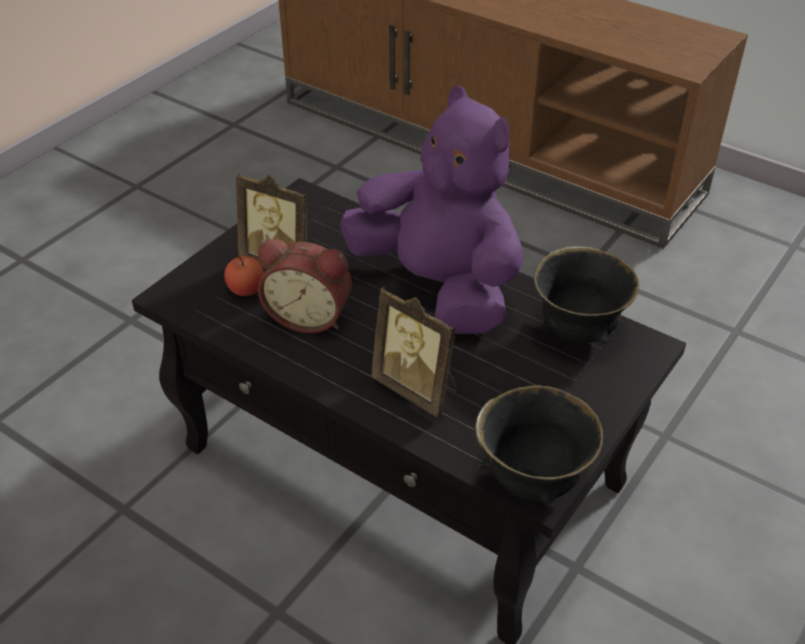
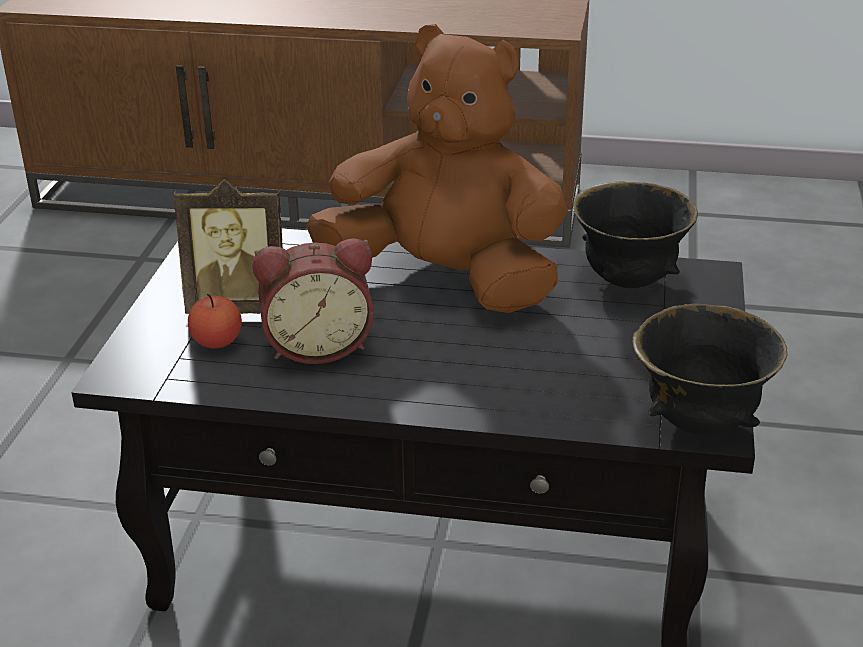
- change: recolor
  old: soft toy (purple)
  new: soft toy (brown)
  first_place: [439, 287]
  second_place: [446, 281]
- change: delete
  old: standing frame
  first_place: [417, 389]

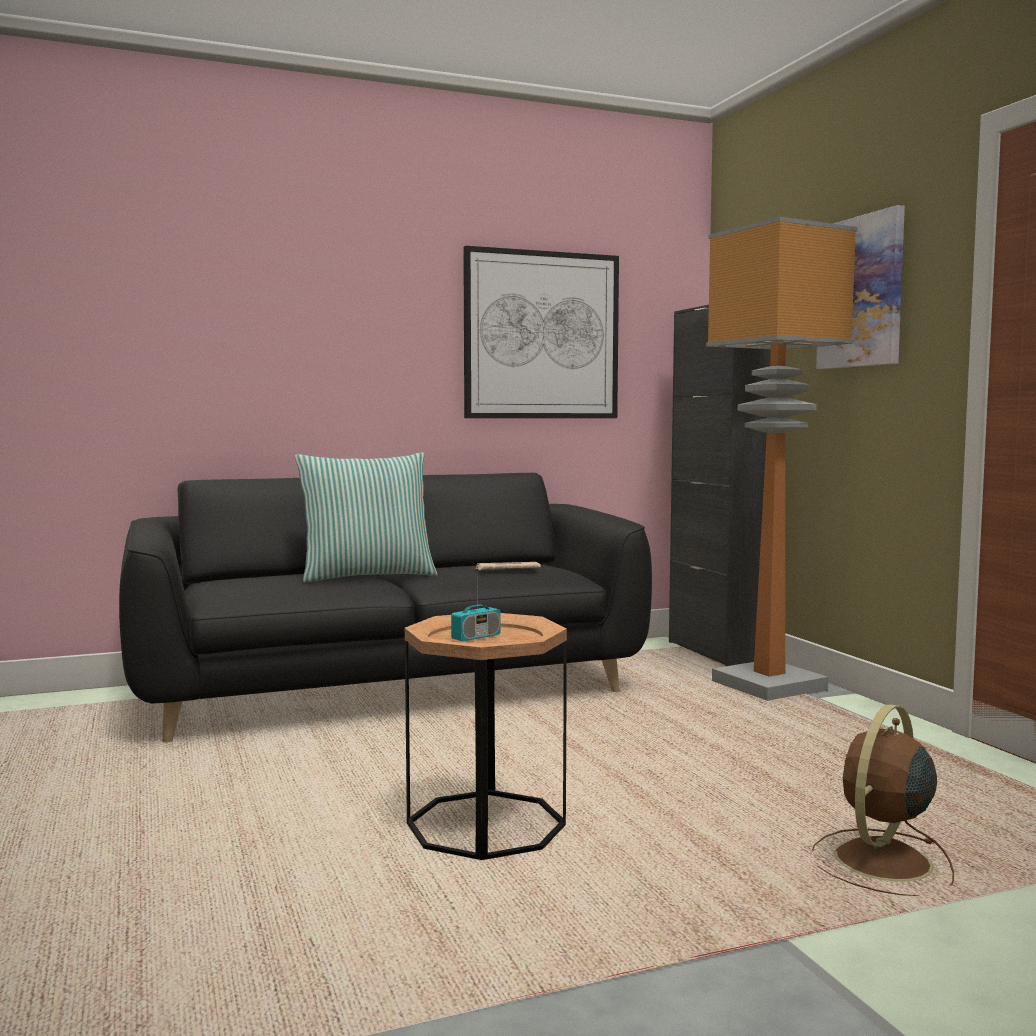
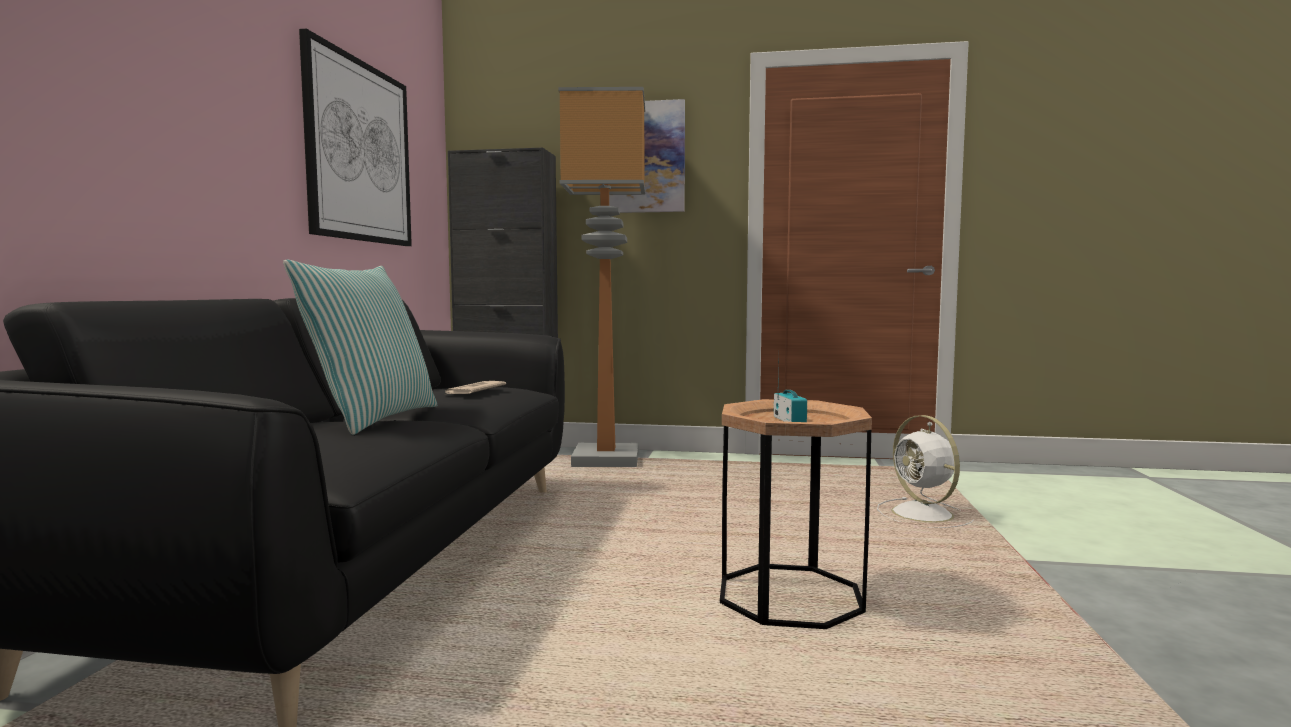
- change: recolor
  old: fan (brown)
  new: fan (whitish)
  first_place: [881, 863]
  second_place: [924, 515]

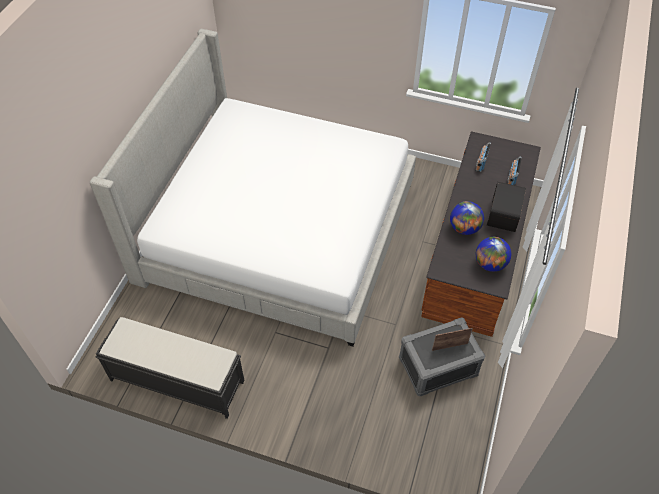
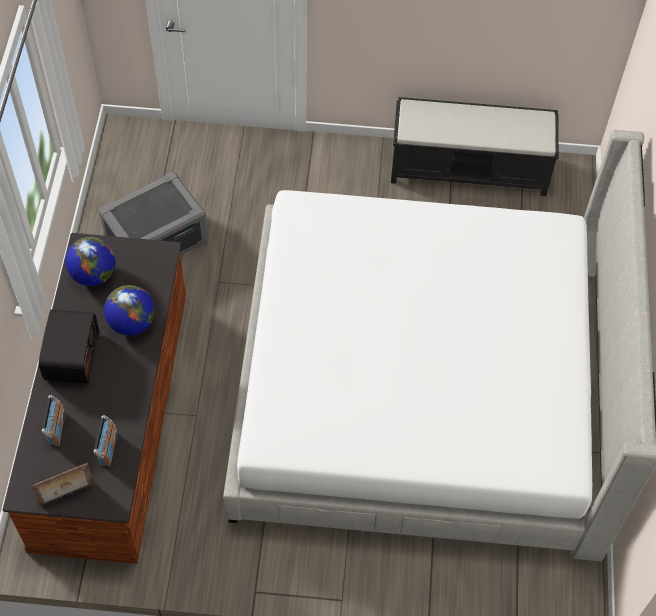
- change: move
  old: standing frame
  first_place: [449, 346]
  second_place: [67, 494]

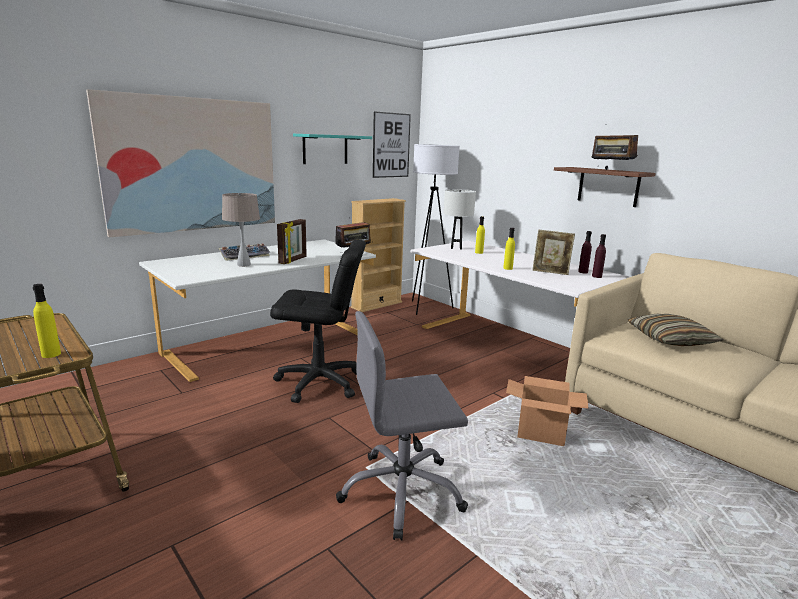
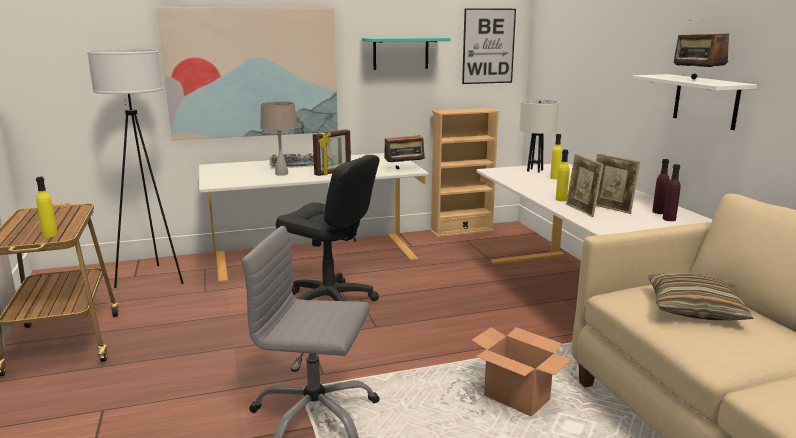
- change: move
  old: standing lamp (whitish)
  first_place: [428, 308]
  second_place: [153, 279]
- change: recolor
  old: wall shelf (brown)
  new: wall shelf (whitish)
  first_place: [608, 186]
  second_place: [705, 101]
- change: insert
  new: standing frame
  second_place: [581, 210]

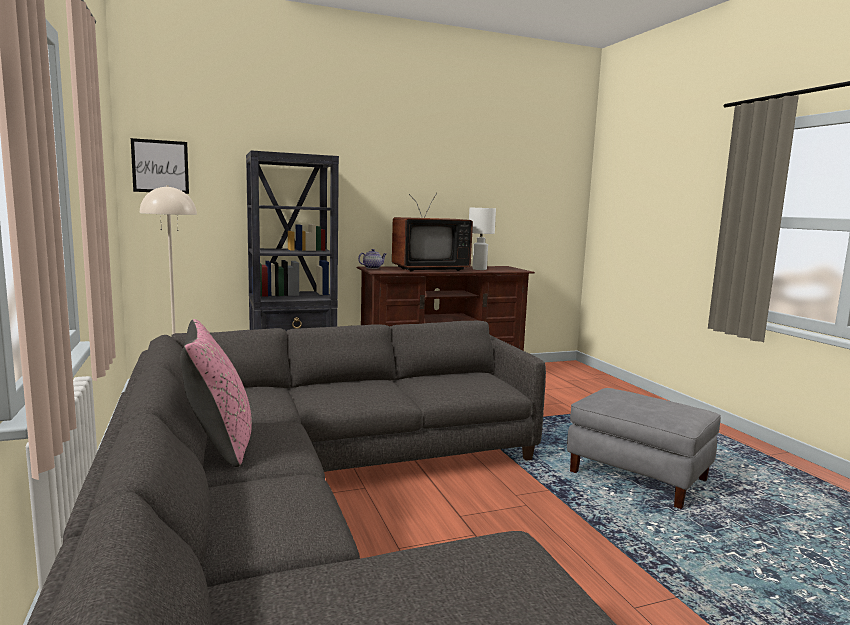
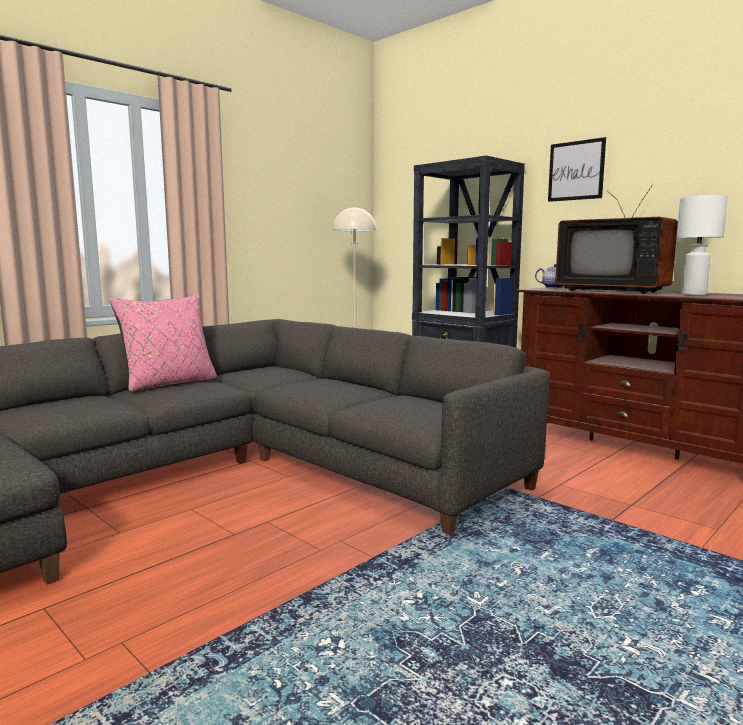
- change: move
  old: wall art
  first_place: [160, 166]
  second_place: [576, 170]
- change: delete
  old: ottoman (grey)
  first_place: [638, 476]

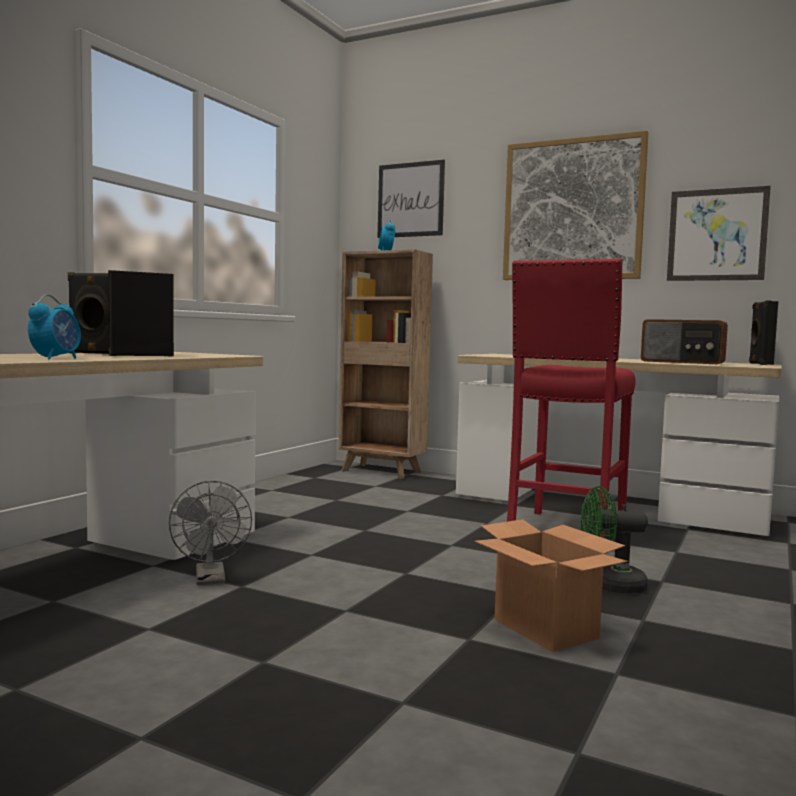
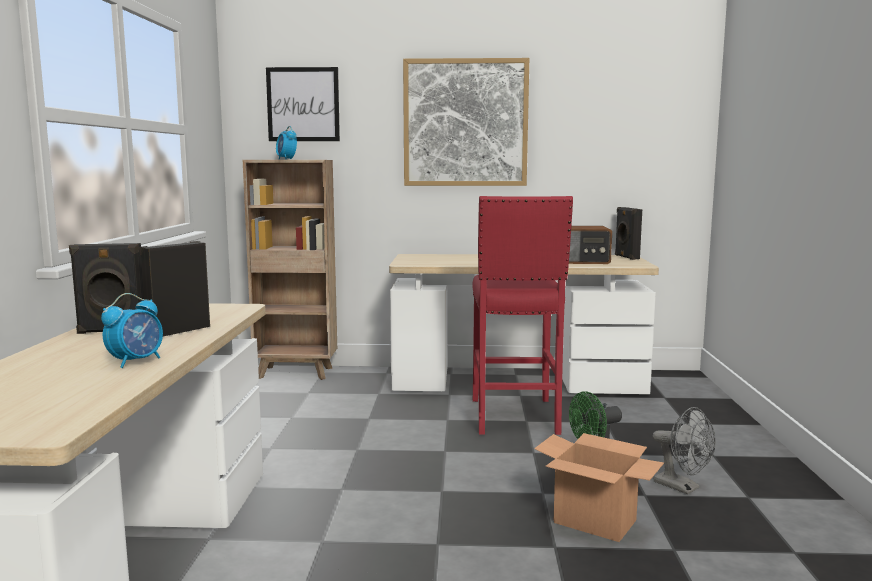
- change: rotate
  old: bedside clock
  first_place: [56, 358]
  second_place: [136, 361]
  degrees: 45
- change: move
  old: fan (grey)
  first_place: [211, 580]
  second_place: [682, 487]
- change: delete
  old: wall art
  first_place: [717, 235]

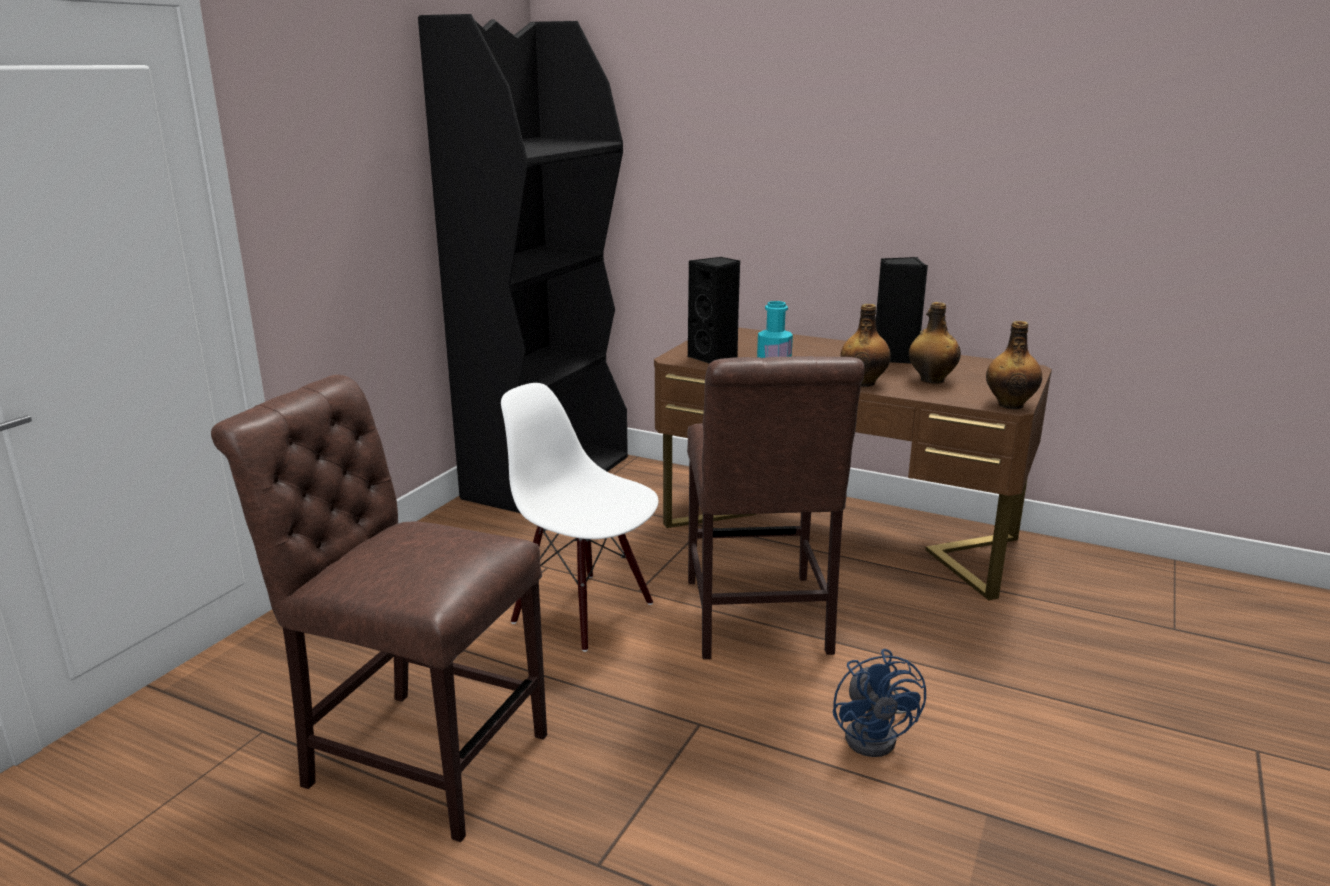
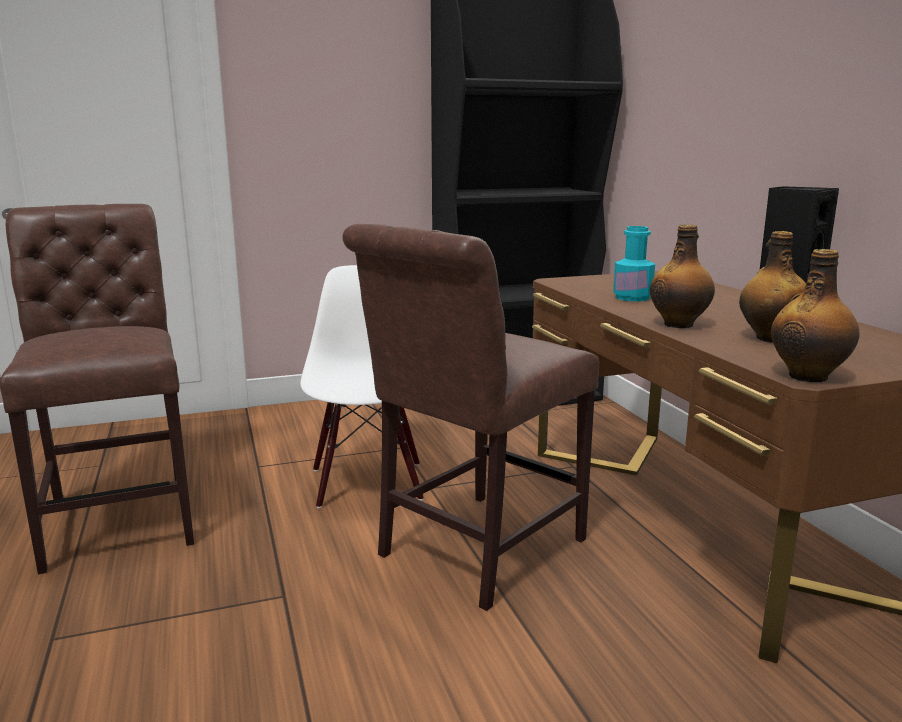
- change: delete
  old: speaker (black)
  first_place: [714, 358]
- change: delete
  old: fan (blue)
  first_place: [876, 735]

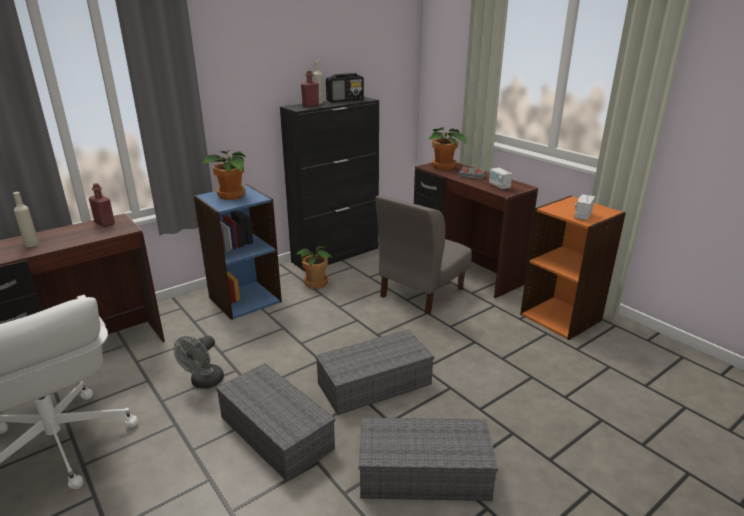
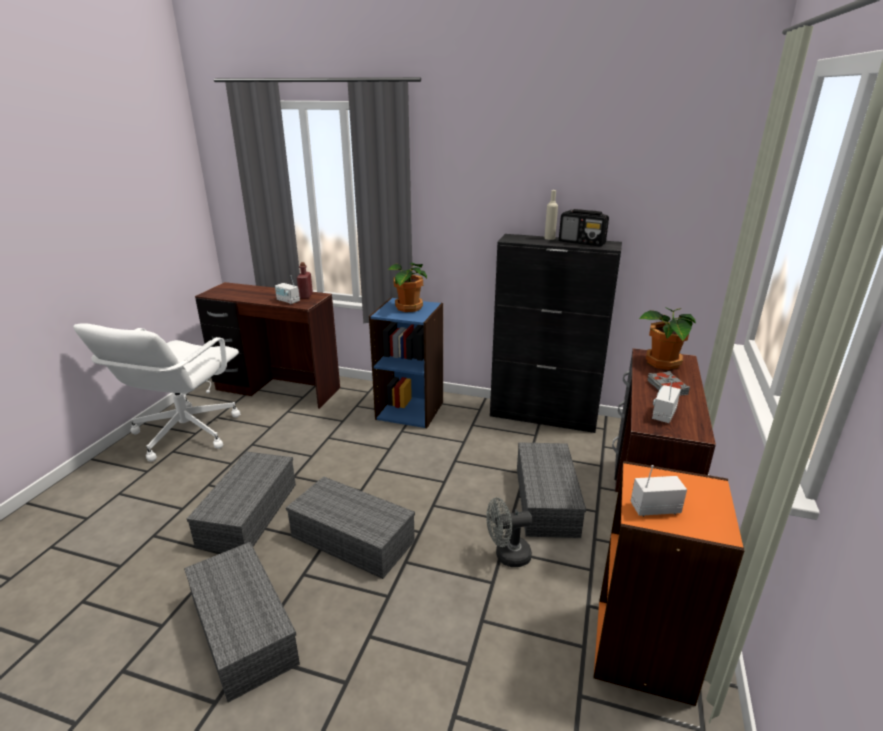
- change: delete
  old: drink bottle (beige)
  first_place: [31, 244]
- change: move
  old: fan (grey)
  first_place: [204, 382]
  second_place: [507, 556]
- change: delete
  old: plant in a pot
  first_place: [315, 283]
- change: delete
  old: drink bottle (reddish)
  first_place: [310, 106]
- change: replace
  old: upright chair (grey)
  new: storage container (grey)
  first_place: [421, 292]
  second_place: [544, 499]
- change: insert
  new: radio set
  second_place: [288, 301]

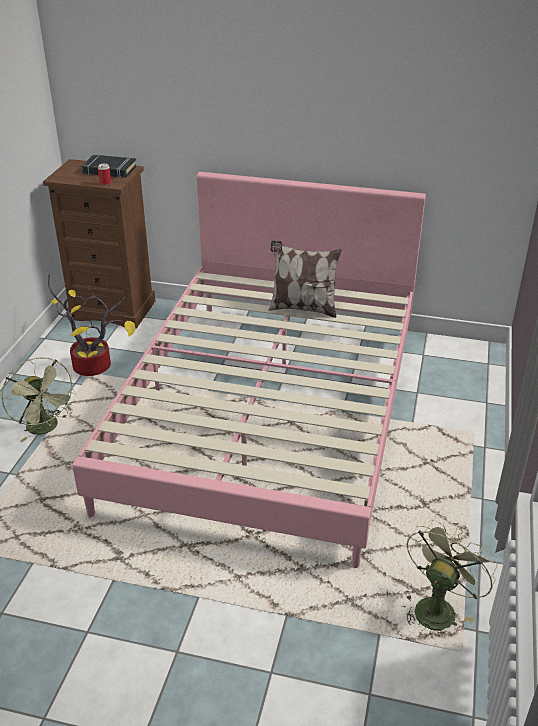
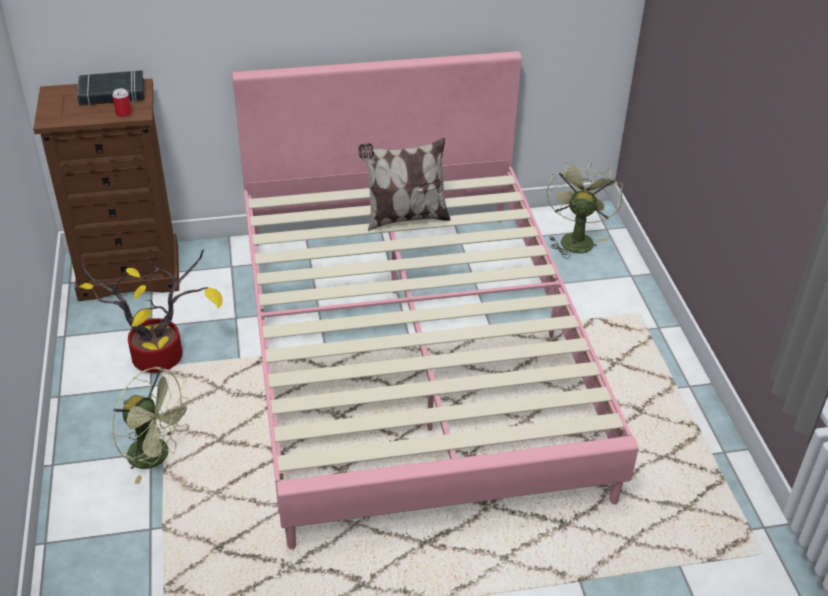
- change: move
  old: fan (green)
  first_place: [437, 607]
  second_place: [576, 239]

